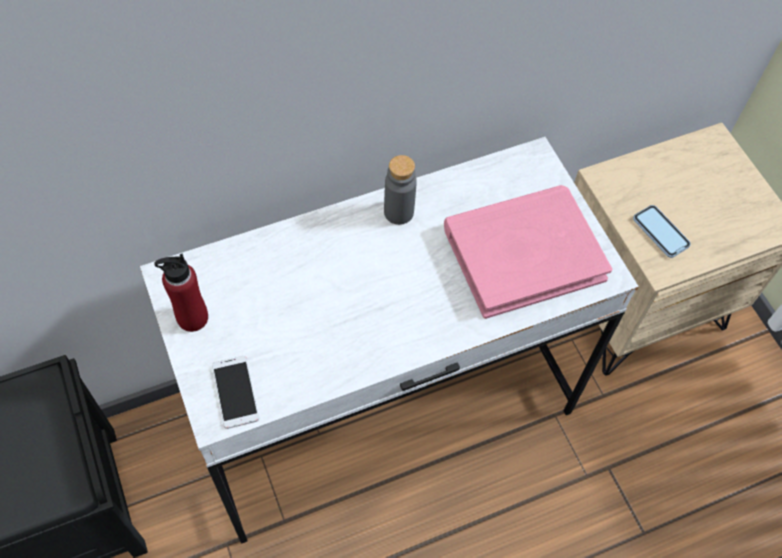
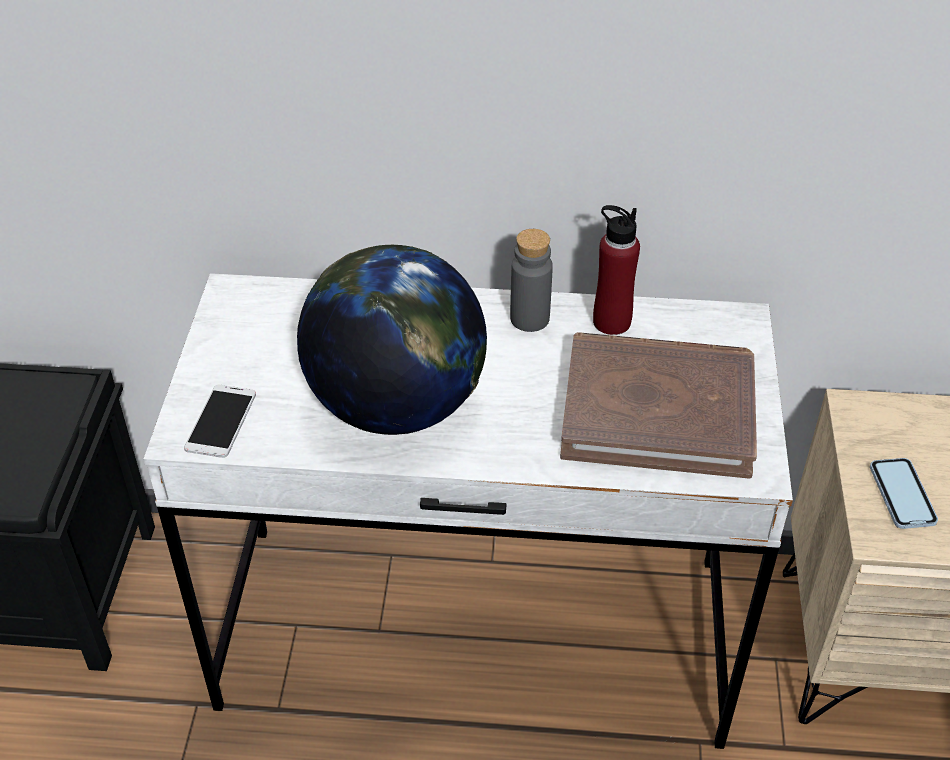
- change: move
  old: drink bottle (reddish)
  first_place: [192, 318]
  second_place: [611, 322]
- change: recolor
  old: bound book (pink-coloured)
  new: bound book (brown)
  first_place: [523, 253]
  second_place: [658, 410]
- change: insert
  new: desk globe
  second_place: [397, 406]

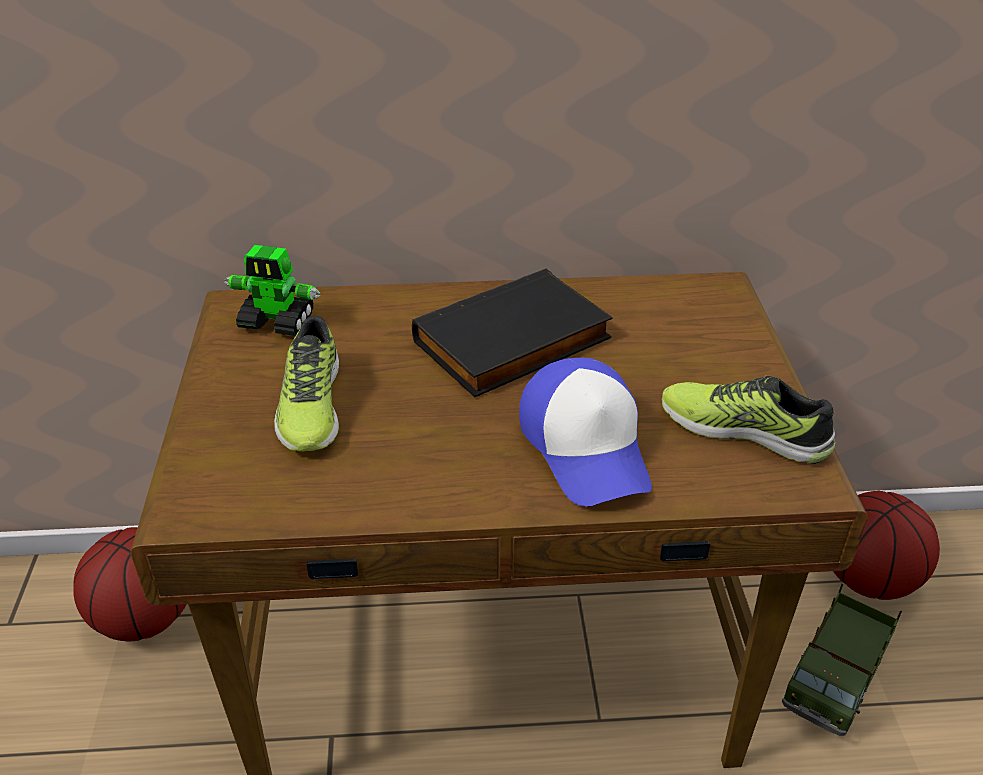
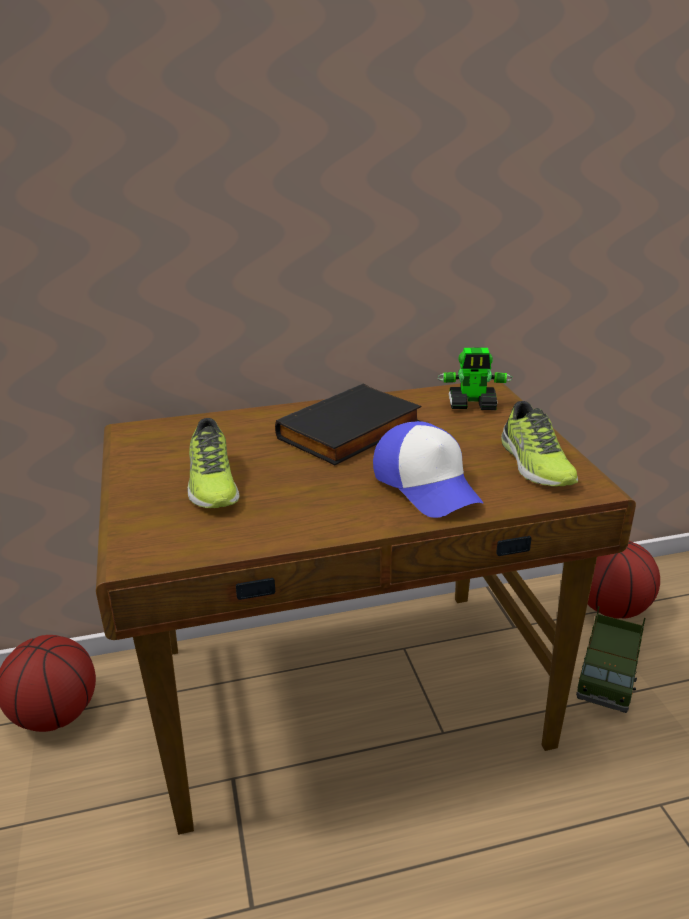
- change: move
  old: model robot
  first_place: [277, 322]
  second_place: [472, 405]
- change: rotate
  old: low shoe
  first_place: [744, 430]
  second_place: [534, 464]
  degrees: -120

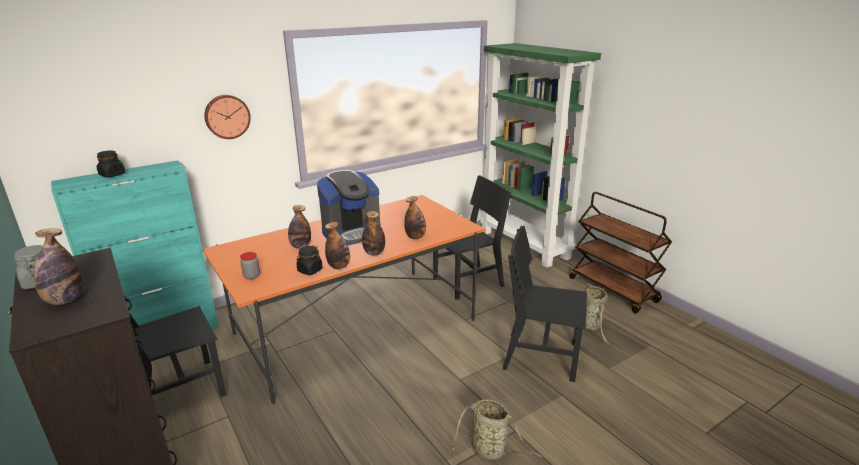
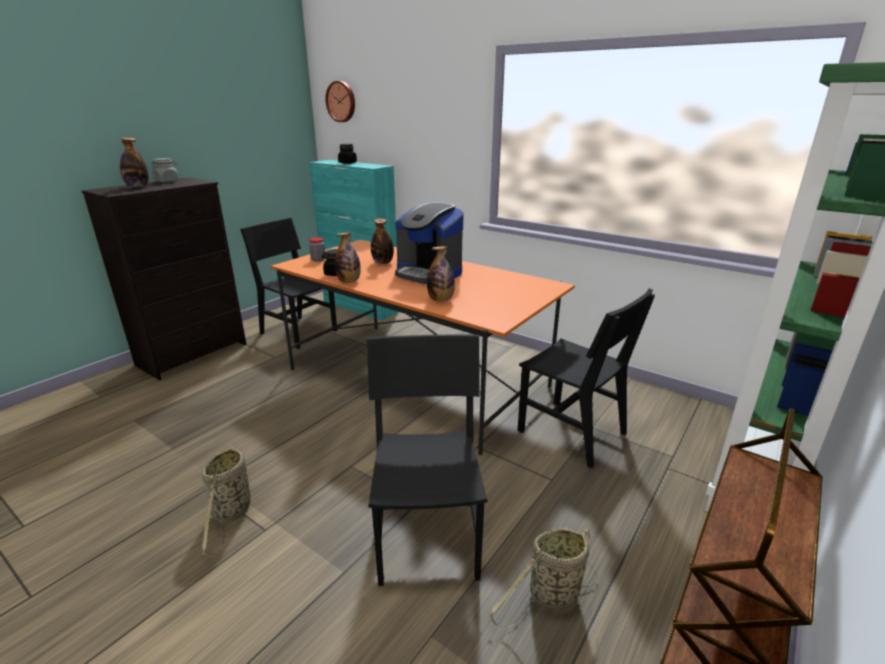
- change: move
  old: clock on the wall
  first_place: [227, 116]
  second_place: [341, 101]
- change: delete
  old: drink bottle
  first_place: [374, 253]

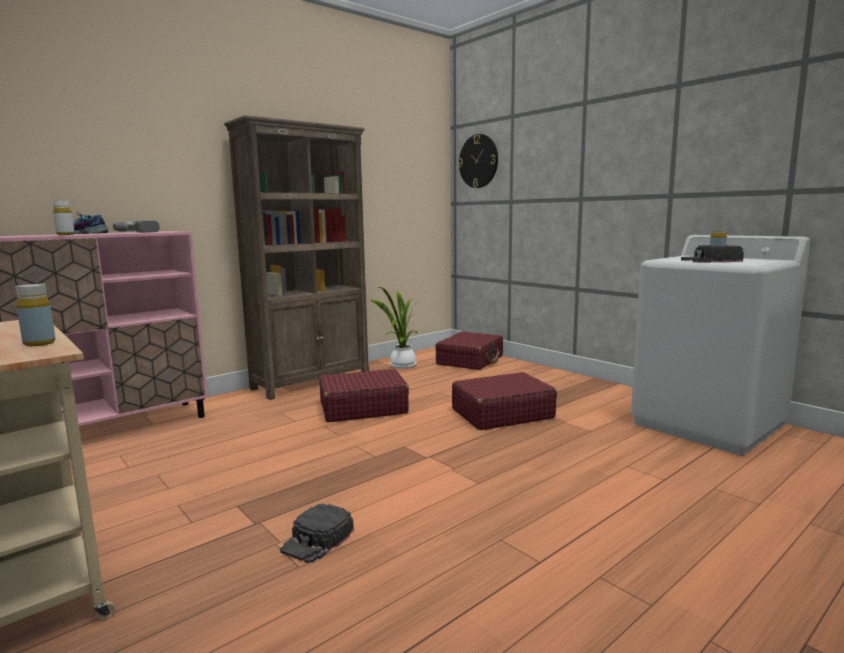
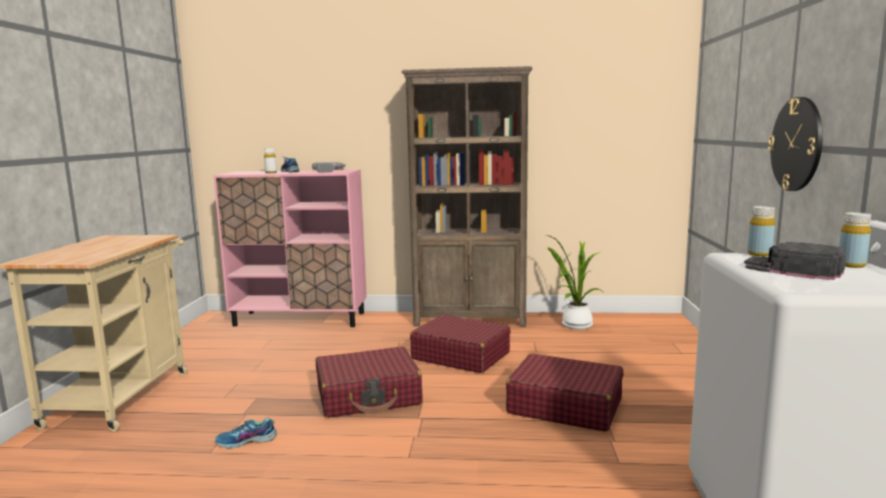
- change: move
  old: drink bottle (yellowish)
  first_place: [39, 343]
  second_place: [759, 254]
- change: replace
  old: cap (black)
  new: low shoe
  first_place: [317, 539]
  second_place: [246, 441]
- change: move
  old: piece of luggage (reddish)
  first_place: [470, 360]
  second_place: [369, 396]
- change: move
  old: clock on the wall
  first_place: [478, 161]
  second_place: [796, 144]

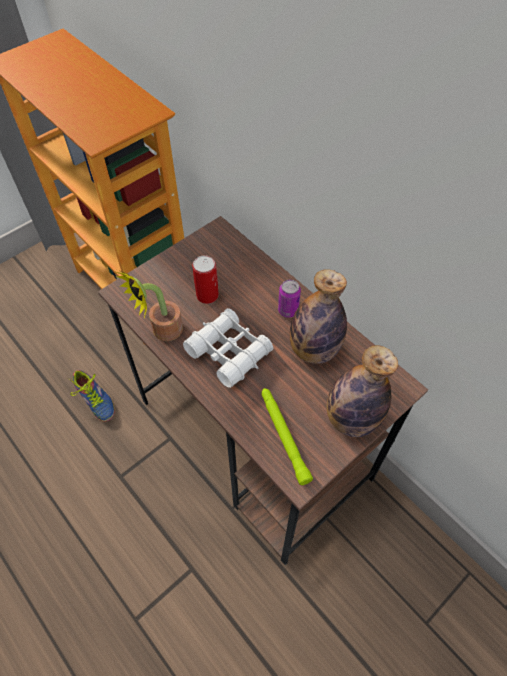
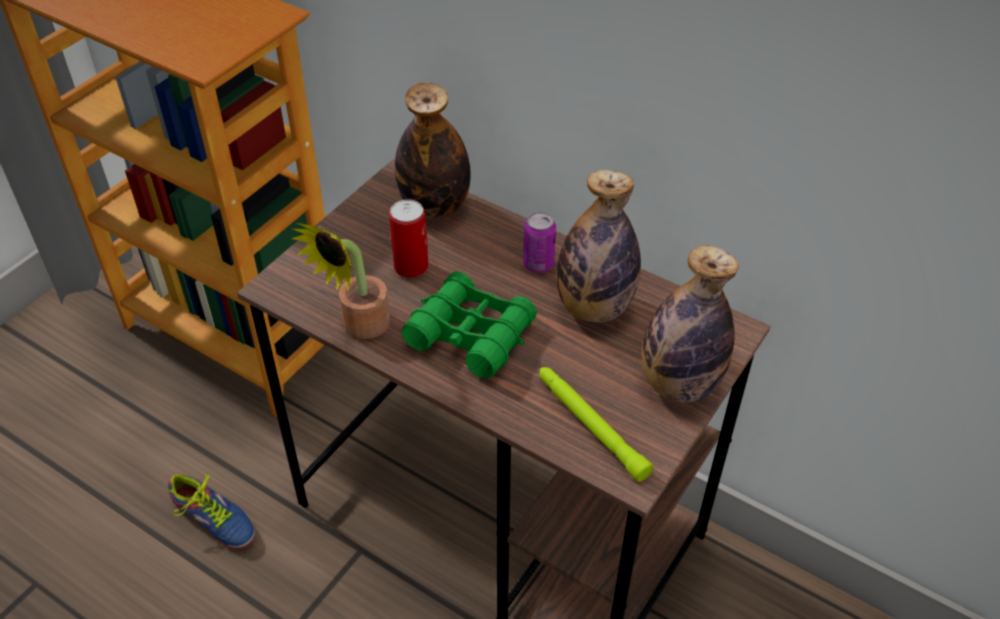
- change: recolor
  old: pair of binoculars (whitish)
  new: pair of binoculars (green)
  first_place: [229, 352]
  second_place: [471, 334]
- change: insert
  new: drink bottle
  second_place: [435, 206]

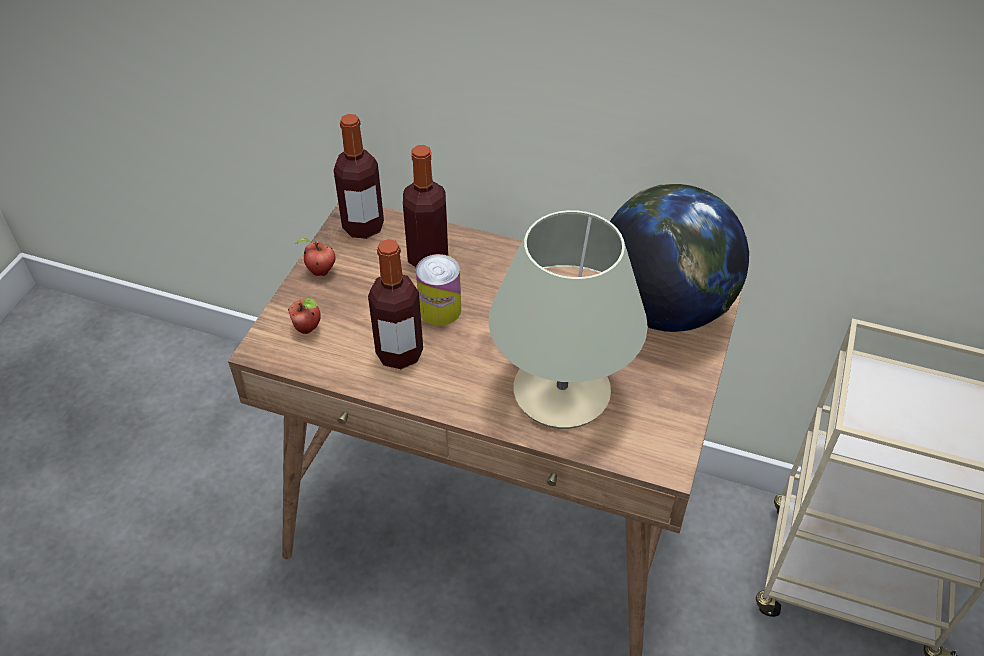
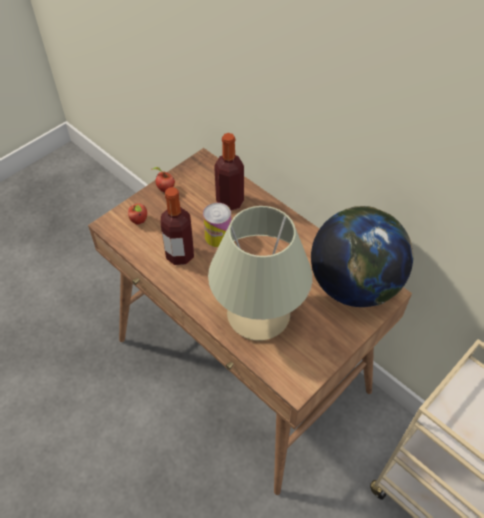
- change: delete
  old: drink bottle
  first_place: [363, 226]

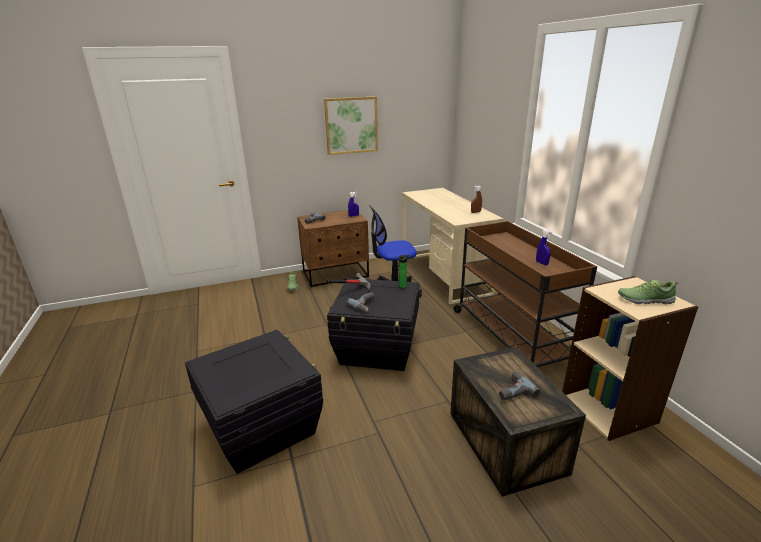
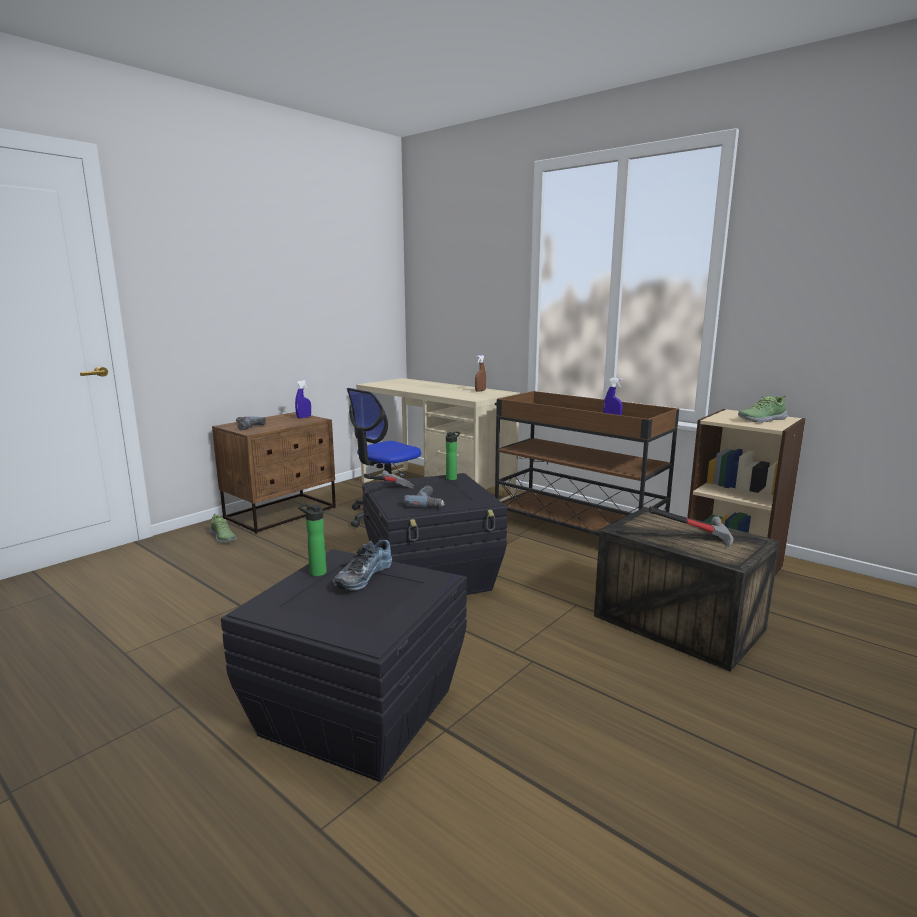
- change: delete
  old: wall art
  first_place: [351, 125]
- change: replace
  old: drill
  new: hammer
  first_place: [512, 390]
  second_place: [692, 539]
- change: insert
  new: drink bottle
  second_place: [315, 572]
- change: insert
  new: low shoe
  second_place: [362, 576]

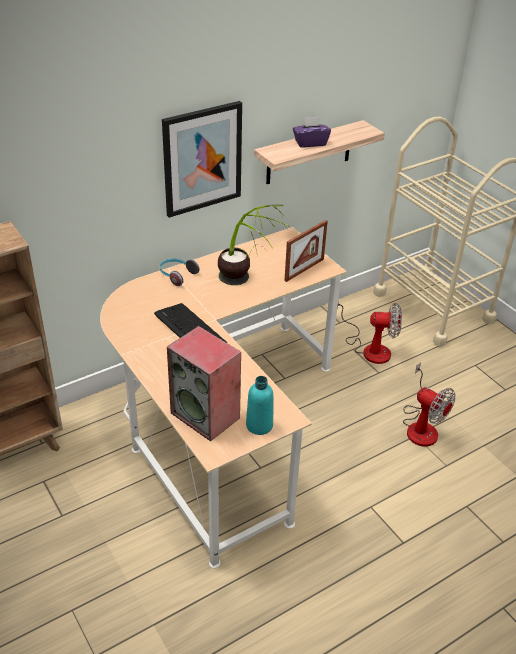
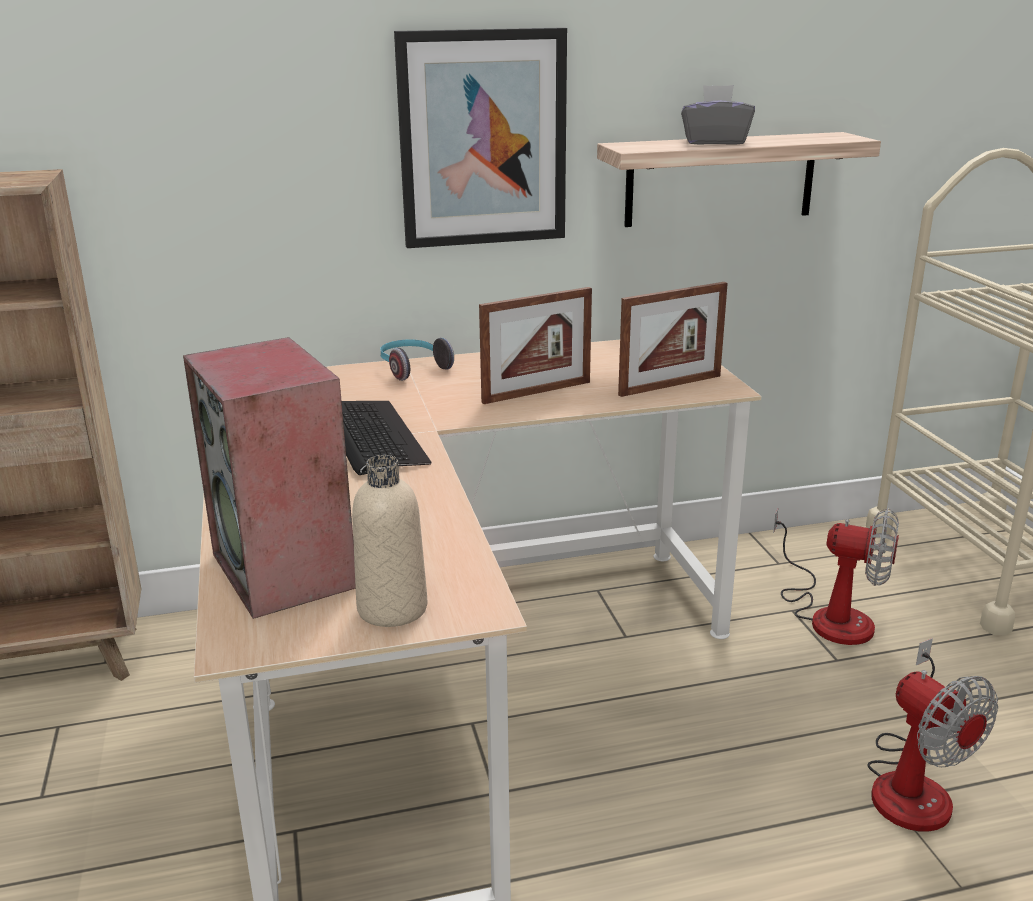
- change: replace
  old: plant in a pot
  new: standing frame
  first_place: [246, 284]
  second_place: [536, 392]
- change: recolor
  old: drink bottle (turquoise)
  new: drink bottle (beige)
  first_place: [259, 425]
  second_place: [392, 608]
- change: recolor
  old: tissue box (purple)
  new: tissue box (grey)
  first_place: [310, 143]
  second_place: [714, 142]

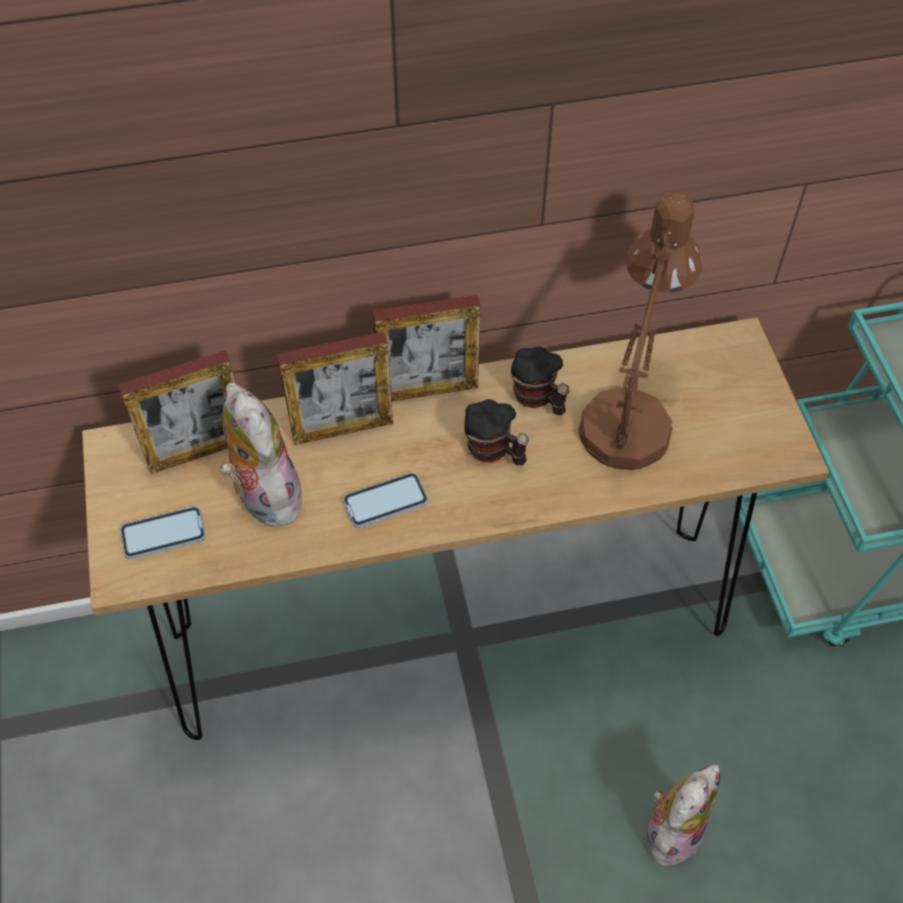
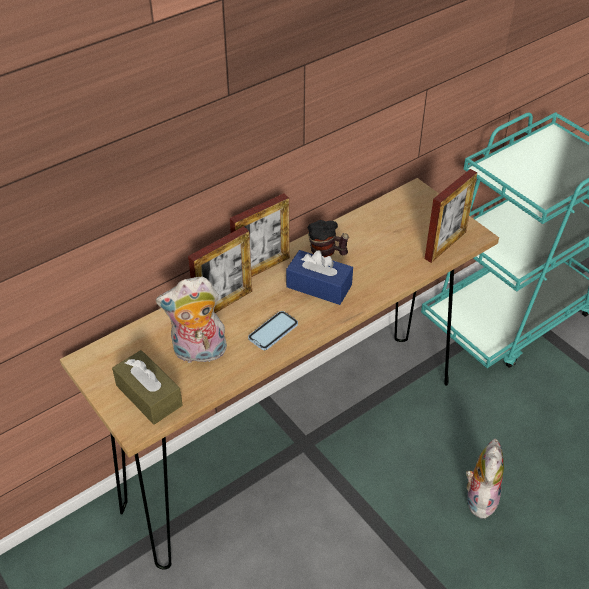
- change: move
  old: standing frame
  first_place: [198, 452]
  second_place: [445, 245]
- change: replace
  old: telephone
  new: tissue box (brown)
  first_place: [163, 534]
  second_place: [149, 395]
- change: rotate
  old: soft toy
  first_place: [264, 495]
  second_place: [198, 353]
  degrees: -45
- change: replace
  old: tea mug
  new: tissue box (blue)
  first_place: [494, 452]
  second_place: [319, 286]
- change: delete
  old: tabletop lamp (brown)
  first_place: [629, 415]

